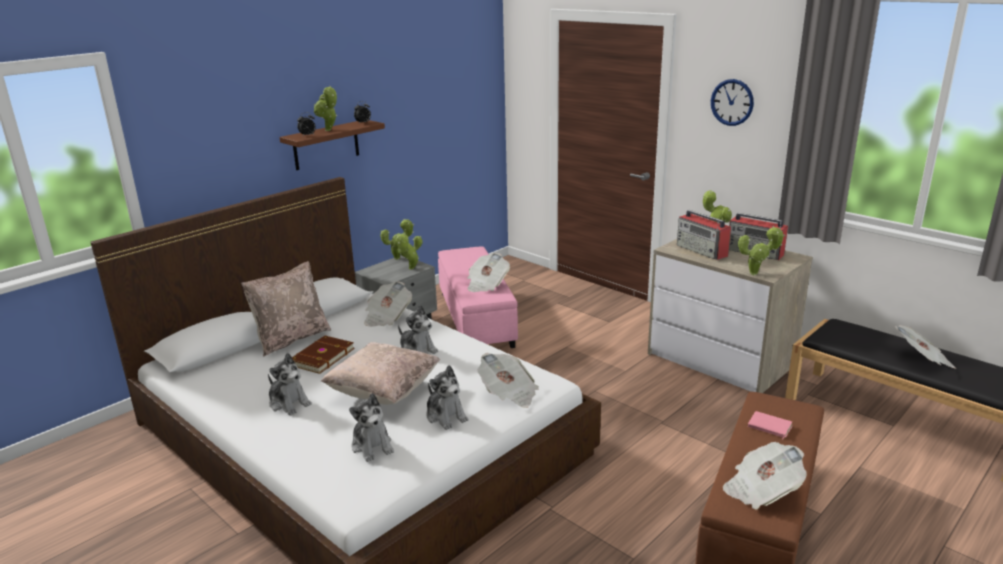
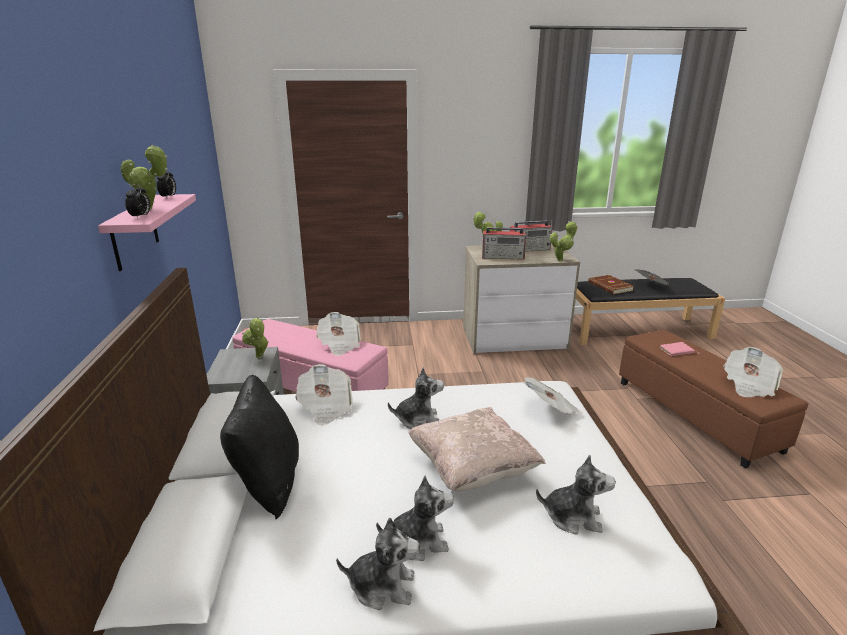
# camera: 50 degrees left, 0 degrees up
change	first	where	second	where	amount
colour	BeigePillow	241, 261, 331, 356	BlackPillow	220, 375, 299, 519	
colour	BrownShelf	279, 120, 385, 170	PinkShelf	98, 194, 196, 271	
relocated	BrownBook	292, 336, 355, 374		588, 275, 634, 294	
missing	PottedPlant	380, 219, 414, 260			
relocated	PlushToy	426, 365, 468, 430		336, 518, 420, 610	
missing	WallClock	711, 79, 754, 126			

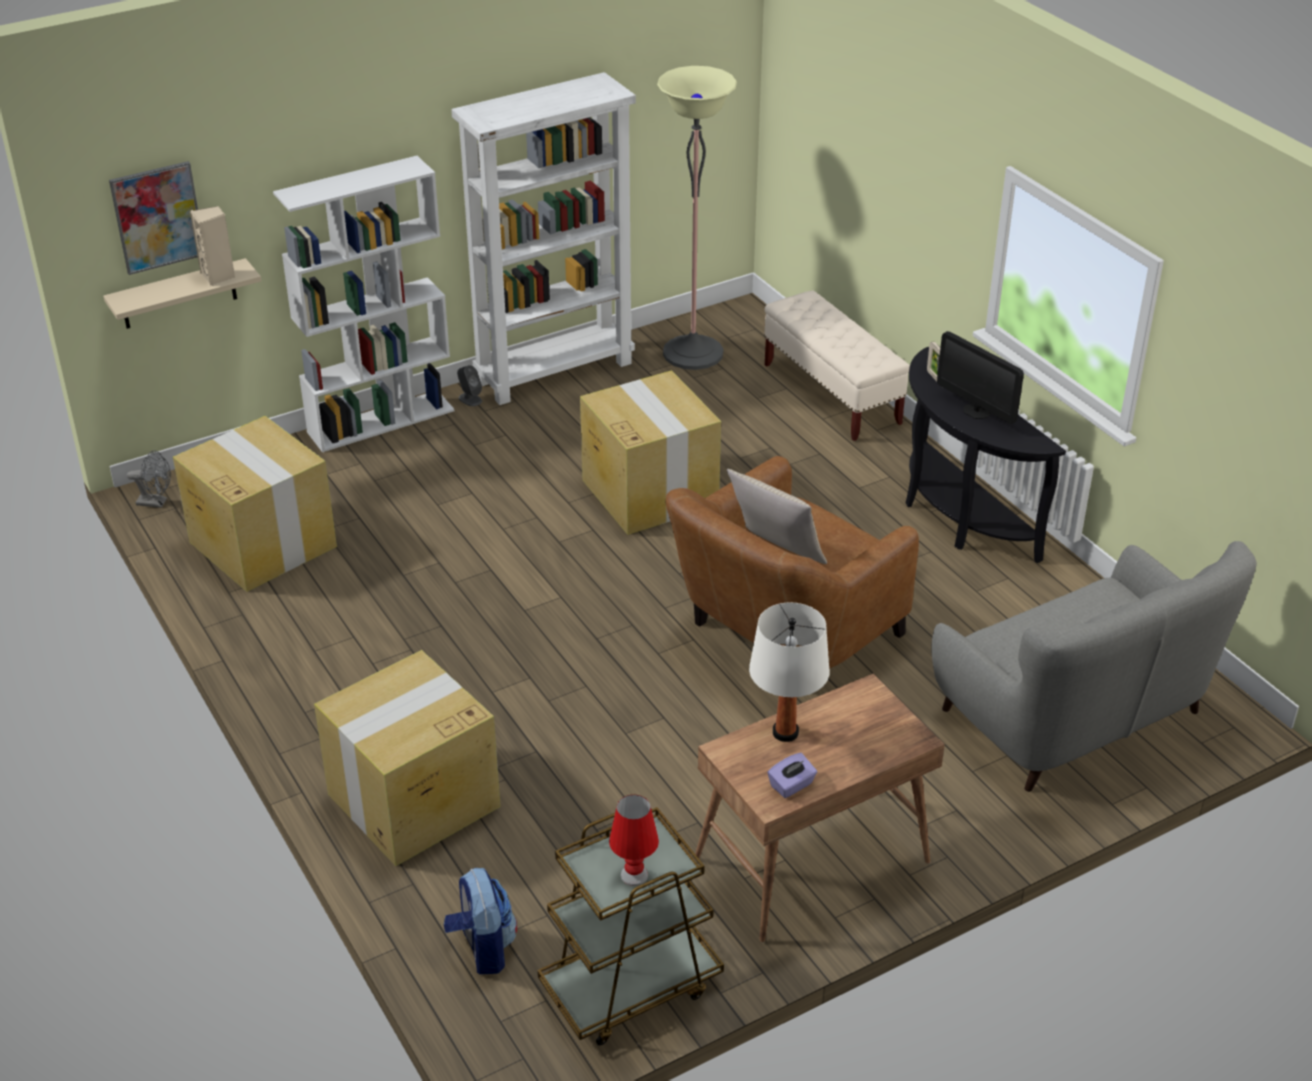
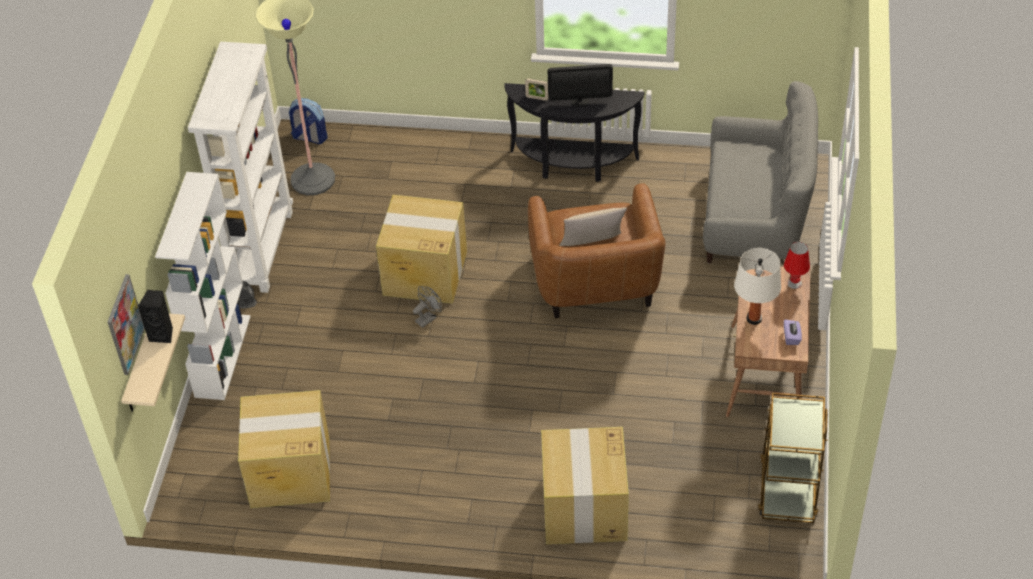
# camera: 50 degrees left, 10 degrees up
change	first	where	second	where	amount
relocated	GreyFan	127, 450, 171, 508		413, 286, 442, 328	
colour	BeigeSpeaker	190, 206, 235, 286	BlackSpeaker	138, 290, 173, 344	
relocated	Backpack	444, 868, 517, 975		288, 98, 328, 144	
relocated	RedTableLamp	609, 795, 659, 886		784, 242, 810, 289	
missing	BeigeBench	764, 291, 910, 441			

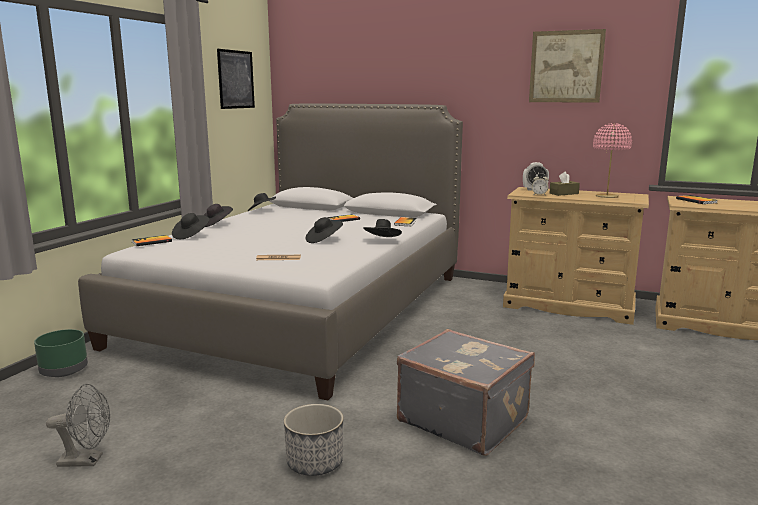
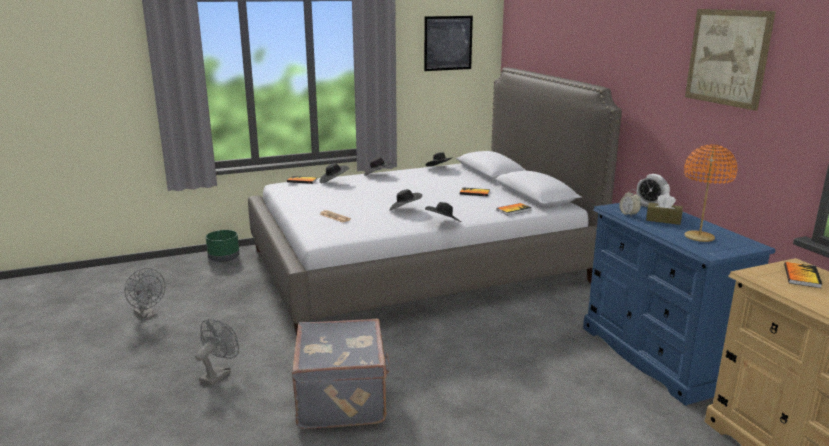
# camera: 45 degrees right, 5 degrees up
change	first	where	second	where	amount
exchanged	Planter	284, 404, 344, 476	GreyFan	195, 319, 239, 386	
colour	BeigeDresser	503, 187, 649, 325	BlueDresser	583, 203, 776, 406	
colour	PinkTableLamp	593, 123, 632, 198	OrangeTableLamp	684, 144, 738, 242	

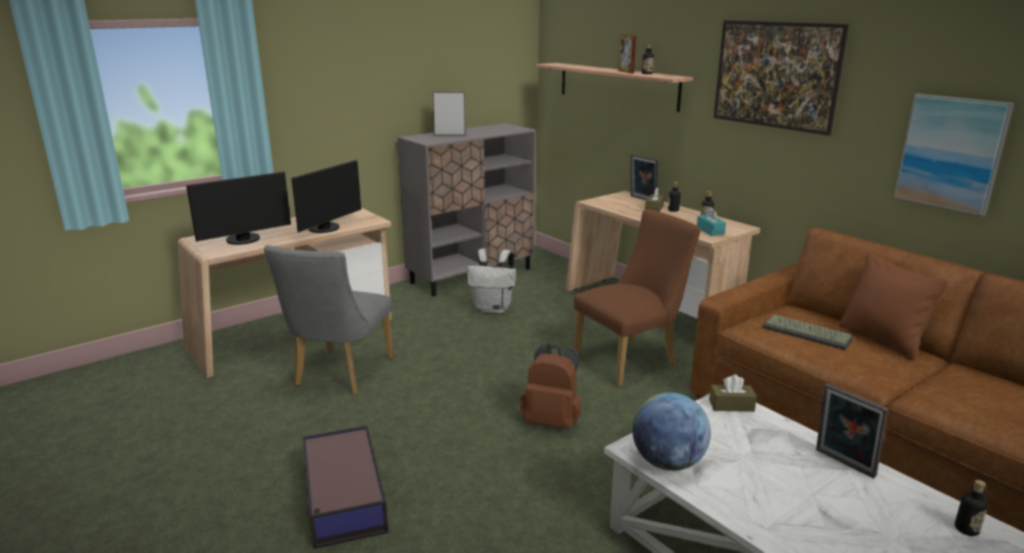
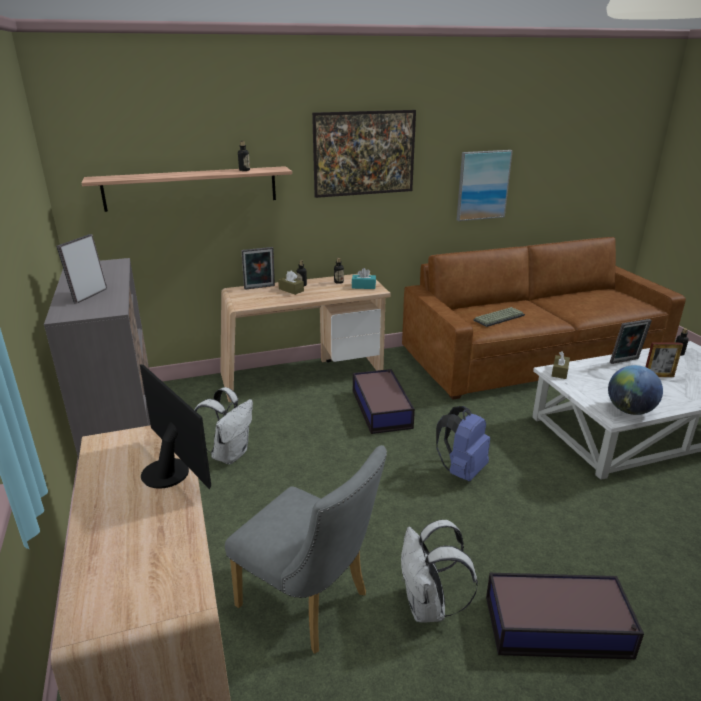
# camera: 70 degrees left, 5 degrees up
change	first	where	second	where	amount
missing	Monitor	186, 171, 291, 245			
colour	BrownBackpack	520, 343, 581, 429	BlueBackpack	436, 406, 490, 481	
exchanged	BrownChair	574, 209, 701, 386	StorageBox	353, 369, 415, 434	
relocated	PictureFrame	618, 34, 637, 73		645, 342, 683, 377	
missing	BrownPillow	839, 254, 949, 360			
appeared			WhiteBackpack	401, 520, 478, 623	

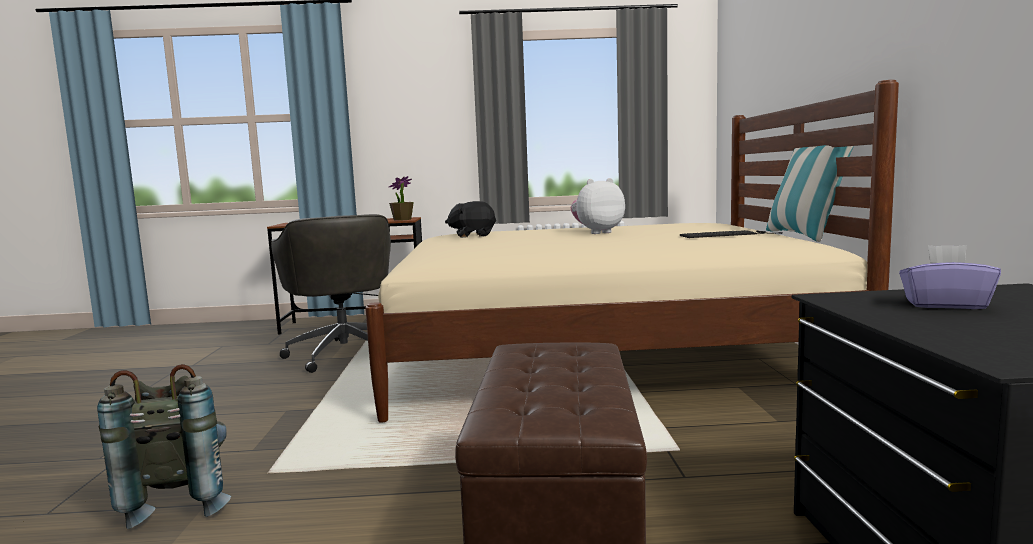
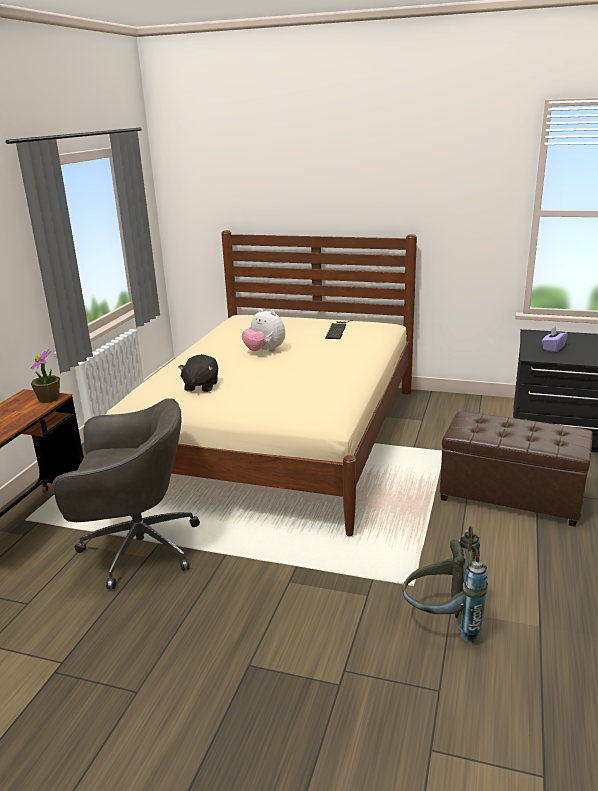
# camera: 70 degrees left, 15 degrees up
change	first	where	second	where	amount
spun	PlushToy	570, 178, 625, 234		242, 309, 285, 352	45 degrees counterclockwise
missing	Pillow	766, 145, 854, 242			

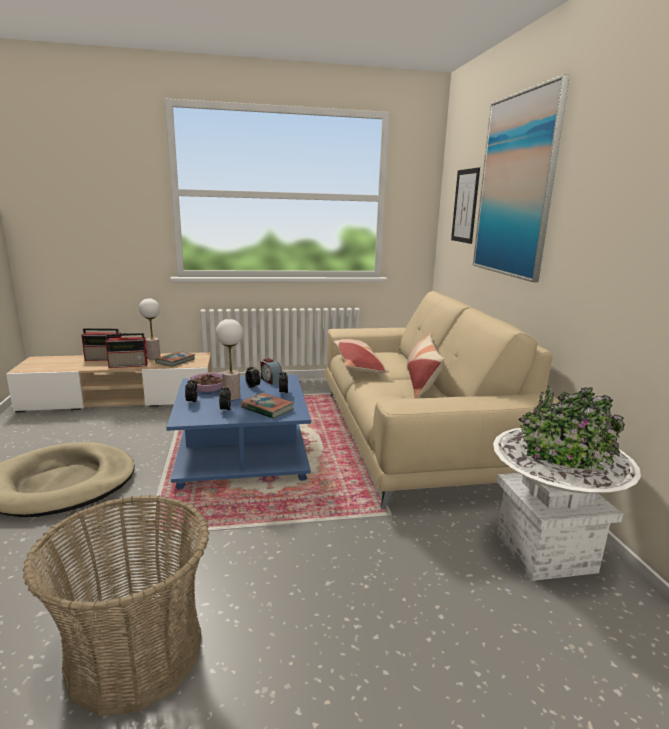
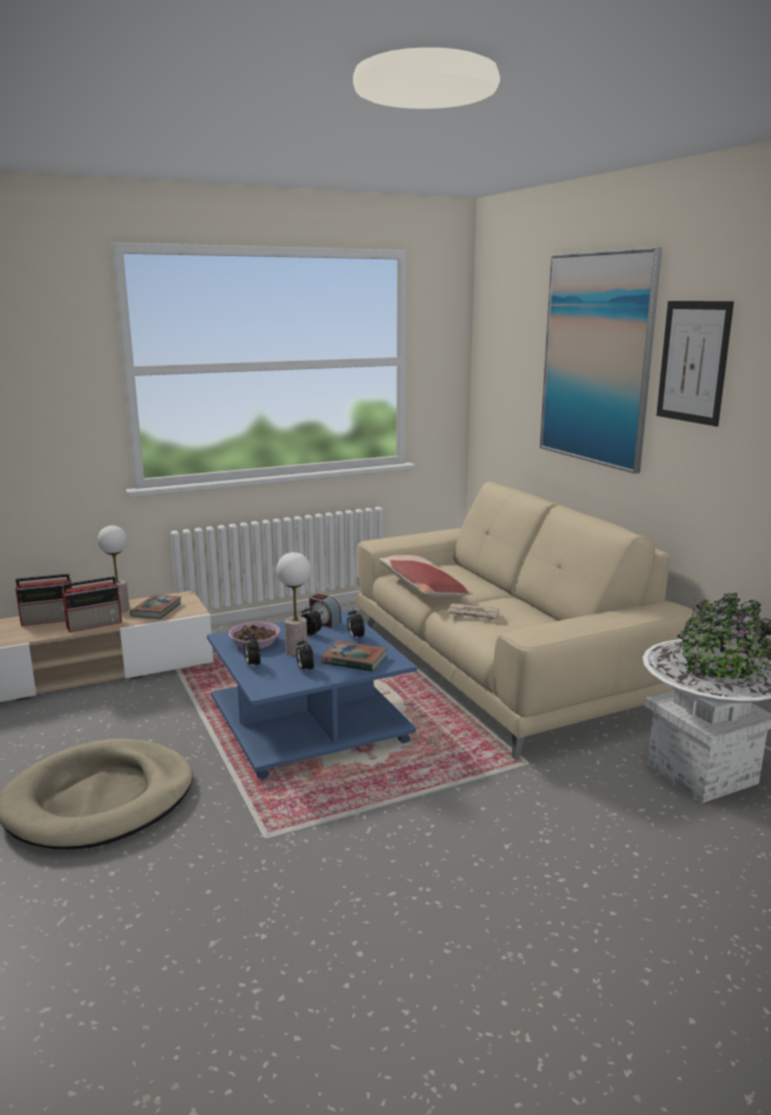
# camera: 15 degrees left, 0 degrees up
change	first	where	second	where	amount
missing	Basket	22, 495, 210, 716			
missing	Pillow	406, 333, 444, 399			
relocated	Picture	451, 167, 480, 244		656, 301, 734, 427	
appeared			Newspaper	447, 603, 499, 621	

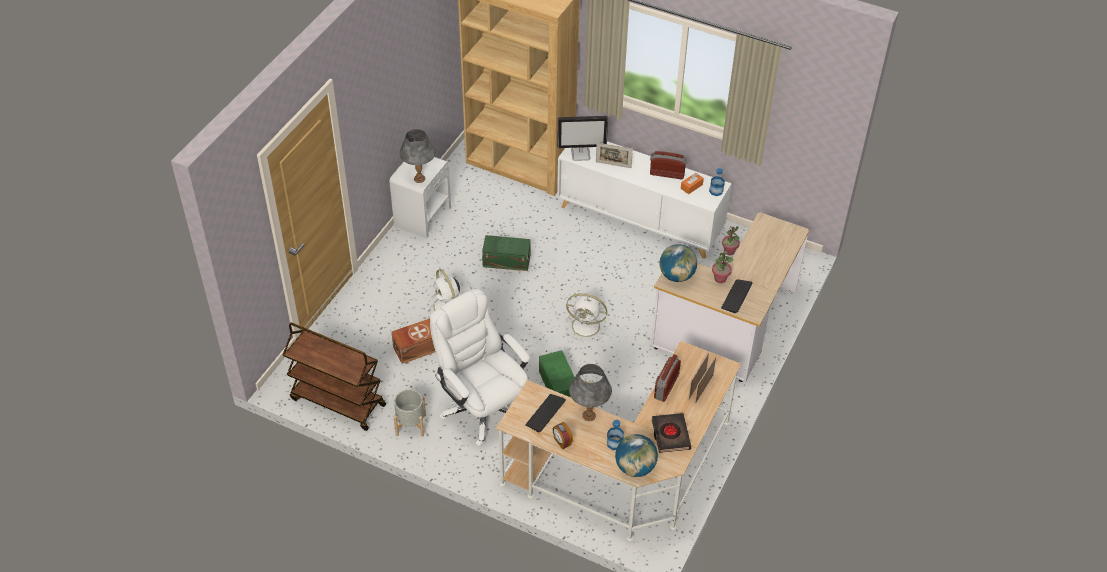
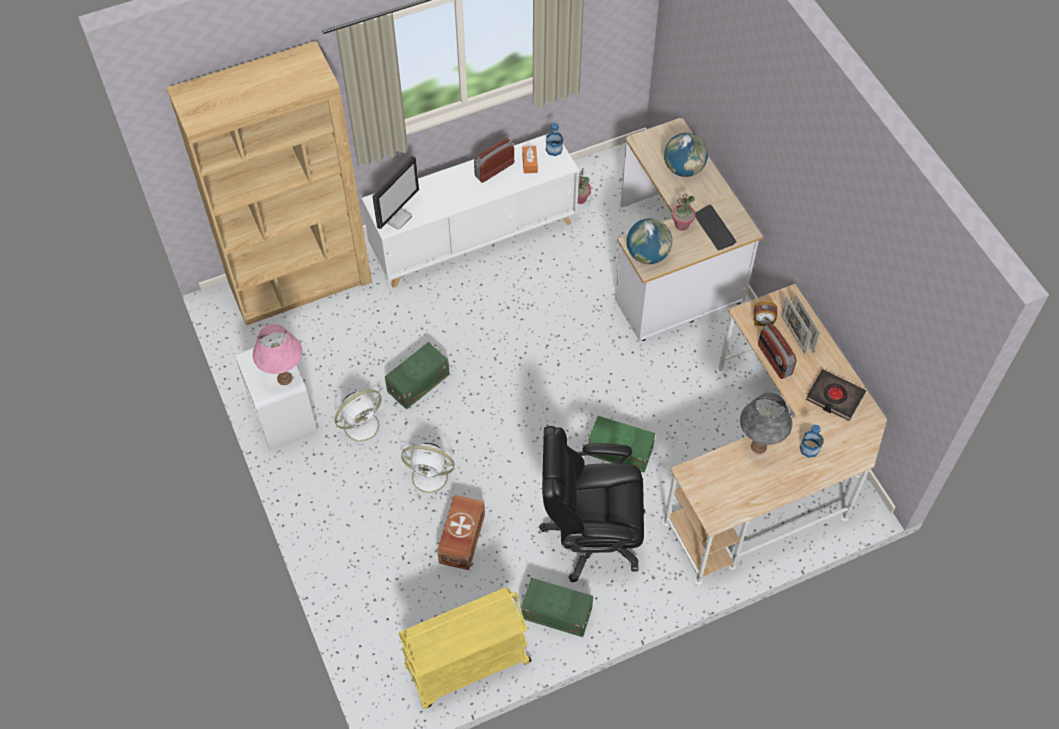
# camera: 50 degrees left, 10 degrees up
change	first	where	second	where	amount
colour	BrownCart	283, 323, 386, 431	YellowCart	399, 587, 532, 709	
exchanged	GreyPlanter	394, 389, 426, 437	GreenStorageBox	521, 578, 593, 637	
colour	GreyTableLamp	399, 129, 436, 183	PinkTableLamp	253, 324, 302, 385	
colour	WhiteOfficeChair	430, 289, 530, 447	BlackOfficeChair	539, 426, 645, 582	
missing	Keyboard	525, 394, 566, 432			
relocated	AlarmClock	553, 422, 573, 450		754, 301, 777, 326	
relocated	WhiteFan	565, 293, 607, 342		333, 390, 388, 449	
missing	PictureFrame	596, 143, 633, 168			
relocated	Globe	615, 434, 658, 477		664, 133, 708, 177	

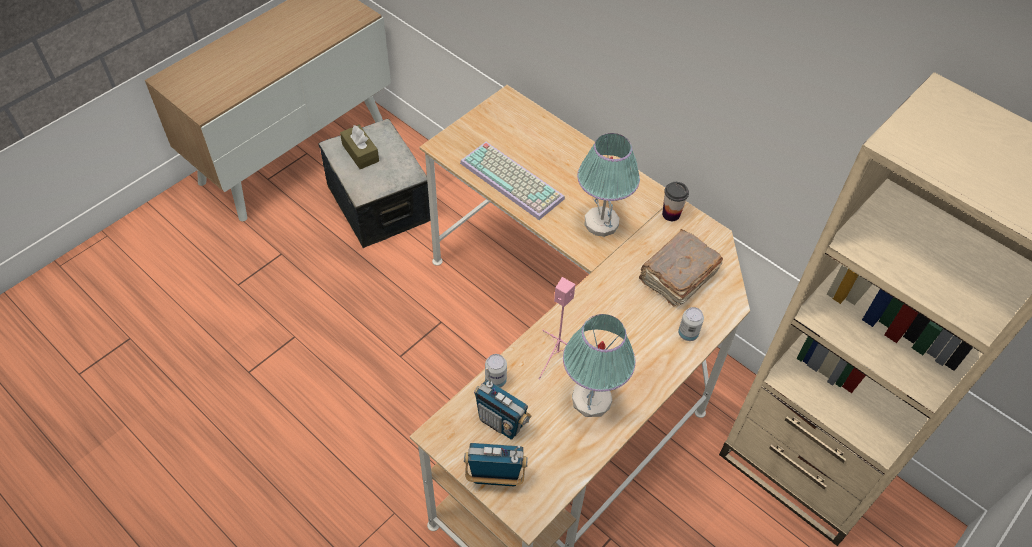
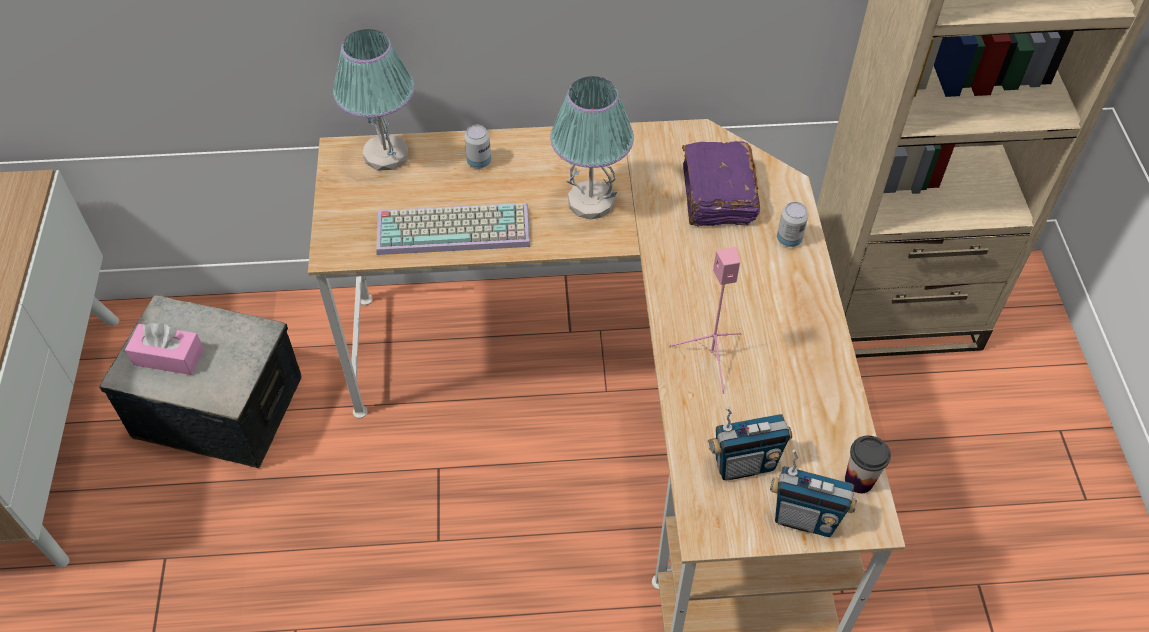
# camera: 45 degrees left, 0 degrees up
change	first	where	second	where	amount
colour	BrownTissueBox	340, 125, 379, 169	PinkTissueBox	125, 323, 204, 375	
spun	Radio	464, 443, 528, 486		770, 450, 857, 537	120 degrees counterclockwise
relocated	Can	485, 354, 507, 388		464, 125, 491, 169	
relocated	TableLamp	563, 314, 636, 417		333, 29, 414, 171	
colour	BrownBook	639, 229, 723, 306	PurpleBook	682, 141, 760, 226	
relocated	Cup	662, 182, 689, 221		845, 436, 891, 493	

